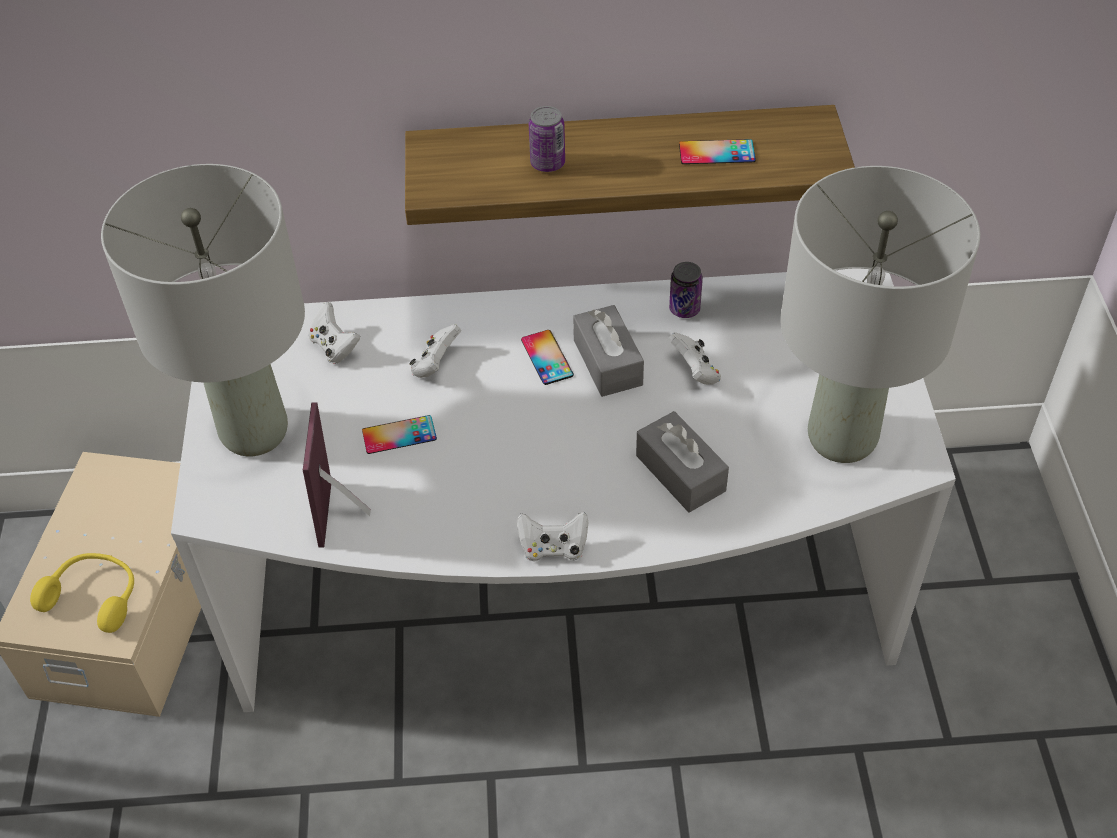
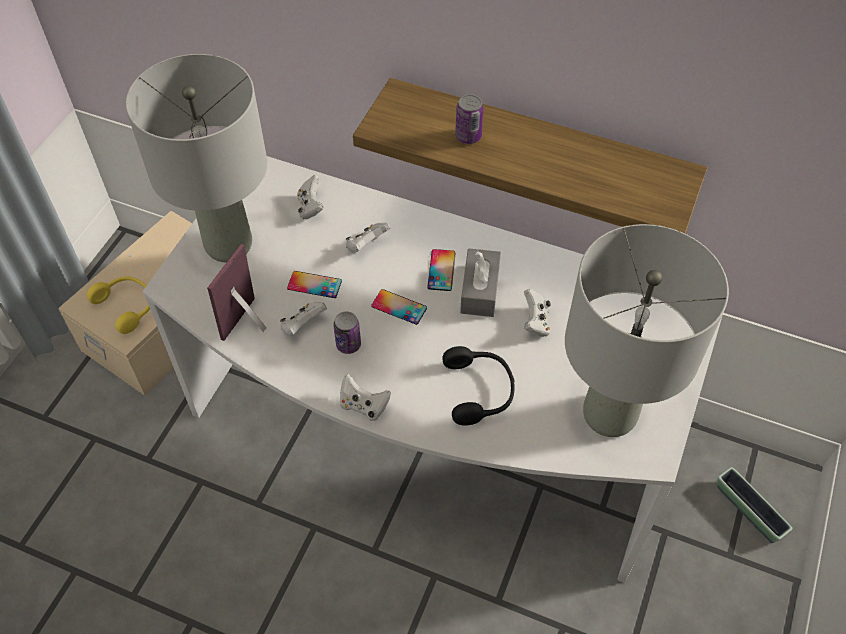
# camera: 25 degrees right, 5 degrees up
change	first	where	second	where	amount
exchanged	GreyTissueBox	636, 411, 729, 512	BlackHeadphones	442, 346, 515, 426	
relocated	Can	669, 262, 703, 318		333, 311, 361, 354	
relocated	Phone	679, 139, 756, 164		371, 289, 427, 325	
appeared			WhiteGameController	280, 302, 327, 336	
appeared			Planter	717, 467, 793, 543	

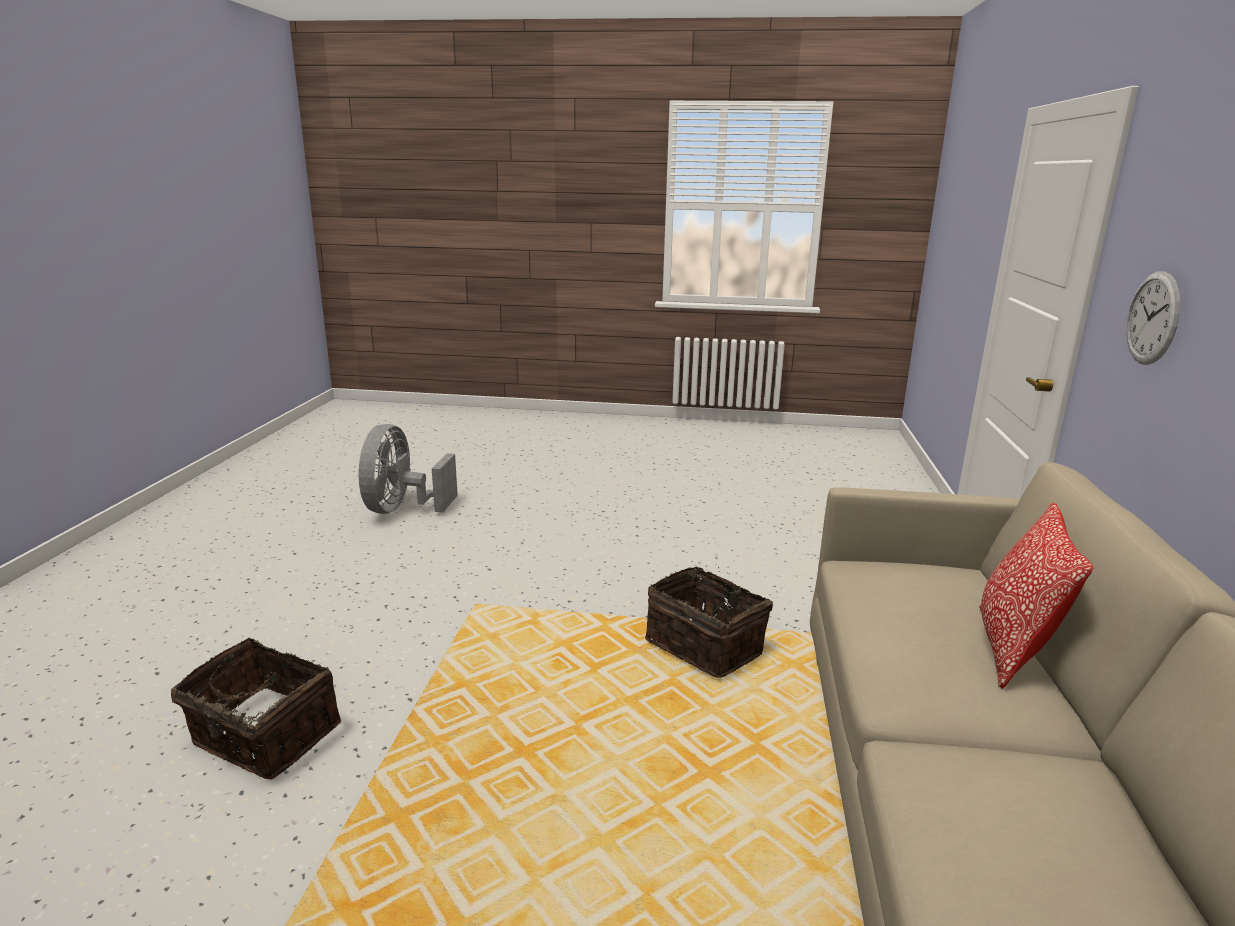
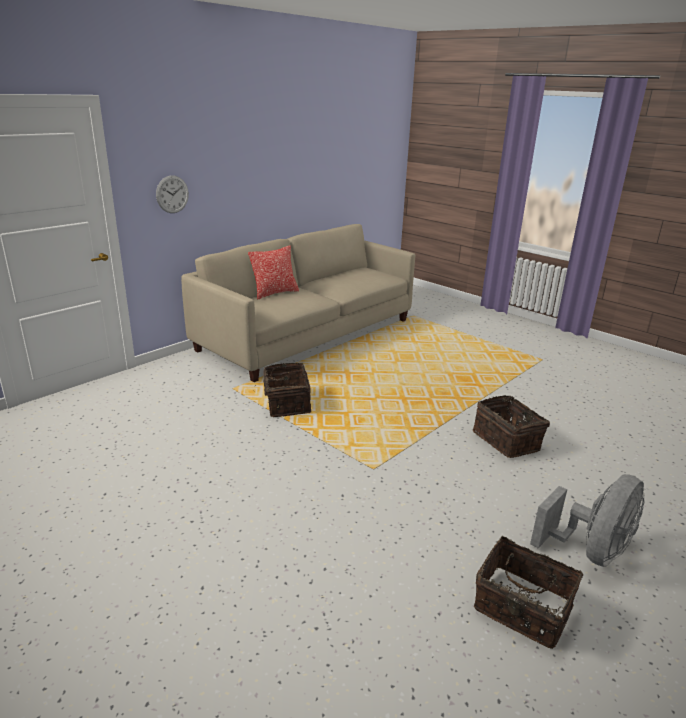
# camera: 145 degrees left, 5 degrees up
change	first	where	second	where	amount
relocated	GreyFan	359, 424, 458, 514		530, 474, 645, 567	
appeared			Basket	474, 536, 584, 649	

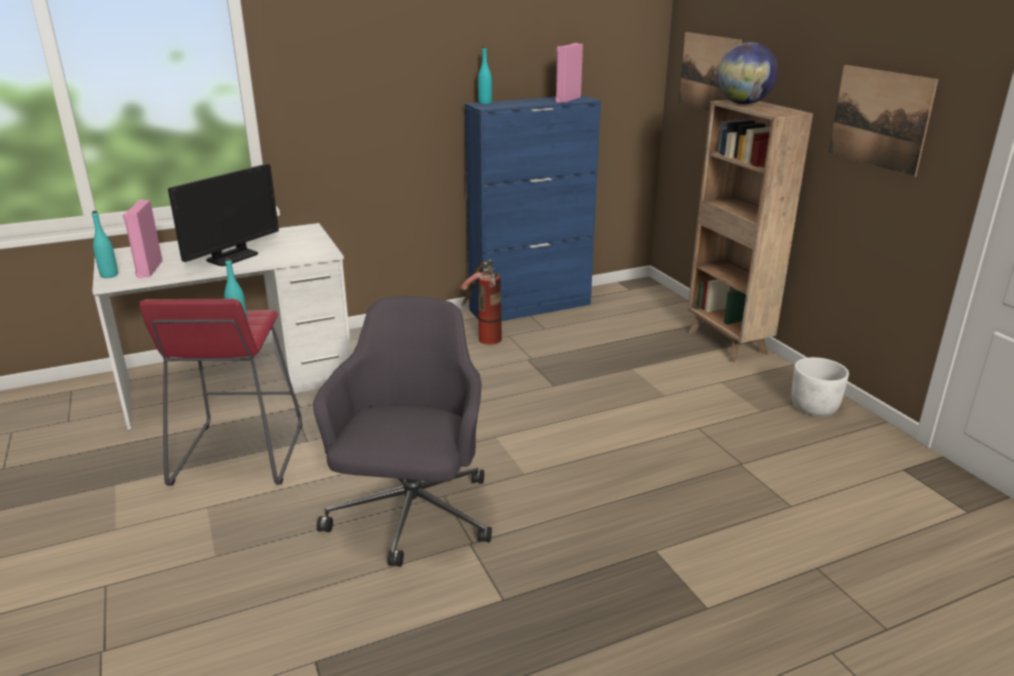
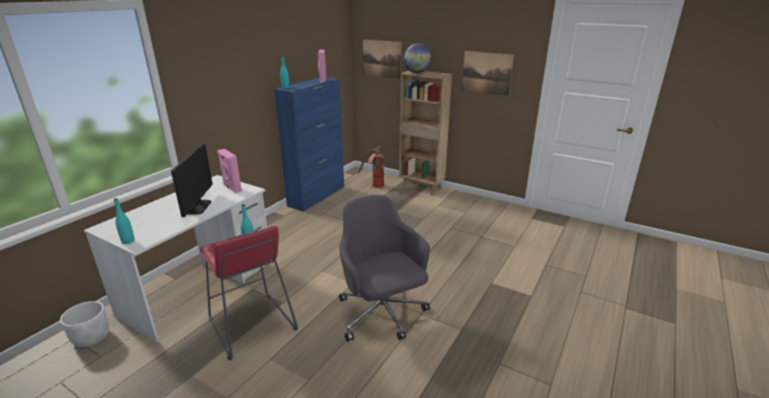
# camera: 35 degrees left, 0 degrees up
change	first	where	second	where	amount
relocated	PinkSpeaker	123, 200, 163, 279		218, 149, 242, 193	
relocated	FireExtinguisher	461, 260, 502, 345		357, 146, 384, 188	
relocated	WhitePlanter	791, 357, 849, 416		60, 301, 109, 347	

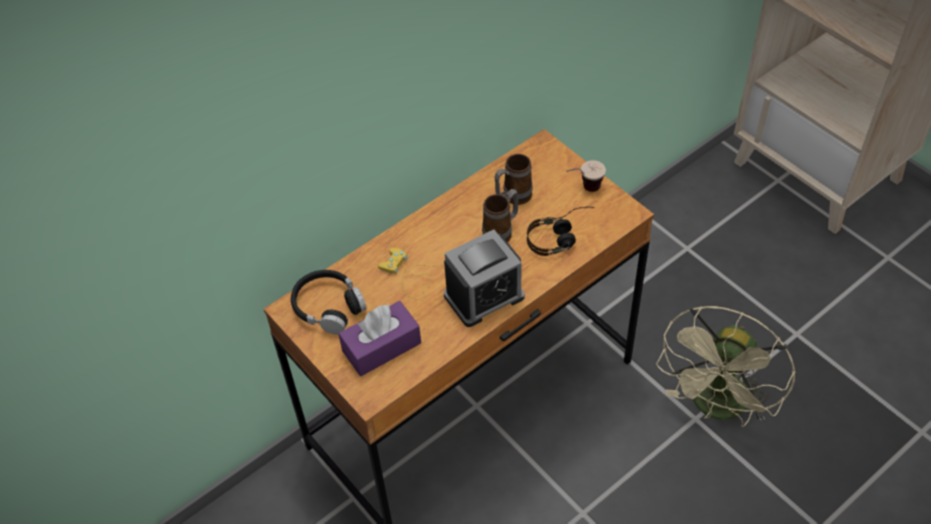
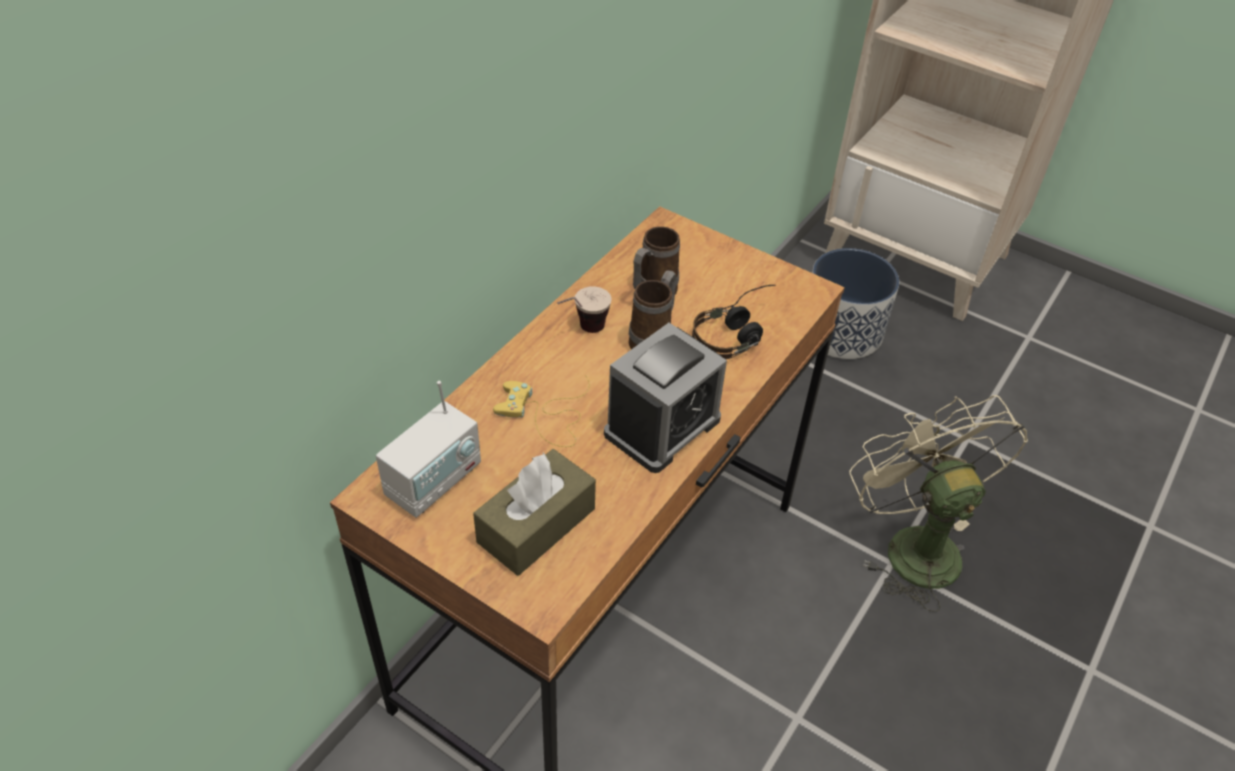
# camera: 20 degrees left, 5 degrees down
change	first	where	second	where	amount
exchanged	BlackHeadphones	291, 270, 366, 334	Radio	376, 381, 481, 518	
colour	PurpleTissueBox	339, 301, 421, 376	BrownTissueBox	473, 449, 596, 576	
relocated	Cup	566, 160, 606, 192		557, 286, 611, 333	
spun	BeigeFan	656, 306, 796, 427		849, 395, 1028, 612	150 degrees clockwise
appeared			Planter	812, 248, 899, 359	

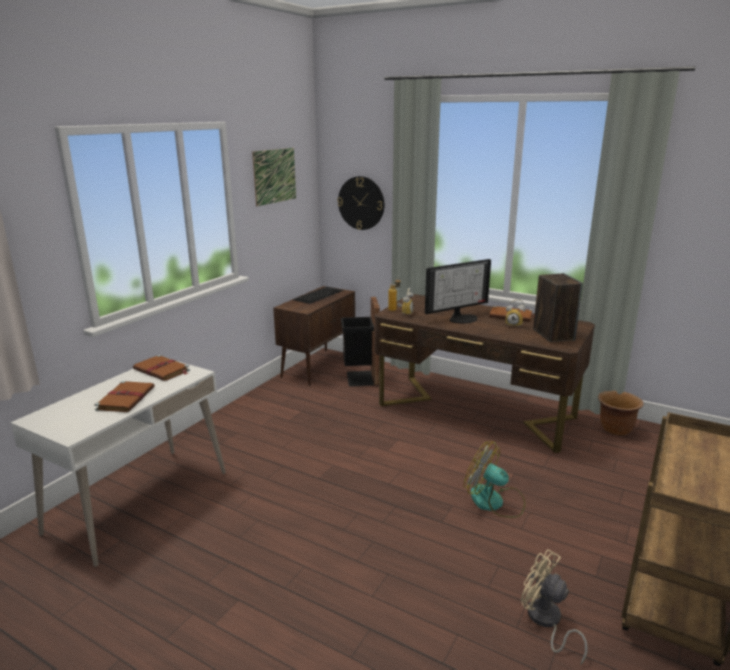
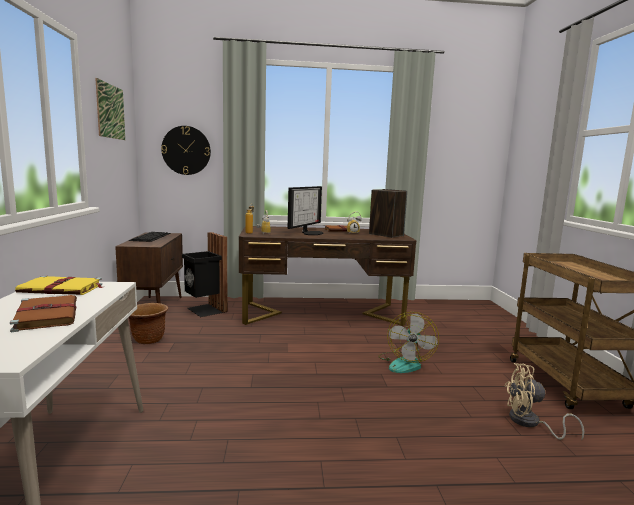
# camera: 35 degrees left, 10 degrees down
change	first	where	second	where	amount
colour	BrownBook	133, 355, 190, 381	YellowBook	15, 275, 102, 295	
spun	Fan	464, 442, 525, 518		378, 312, 439, 373	75 degrees counterclockwise
relocated	BrownPlanter	598, 391, 643, 436		129, 303, 168, 344	

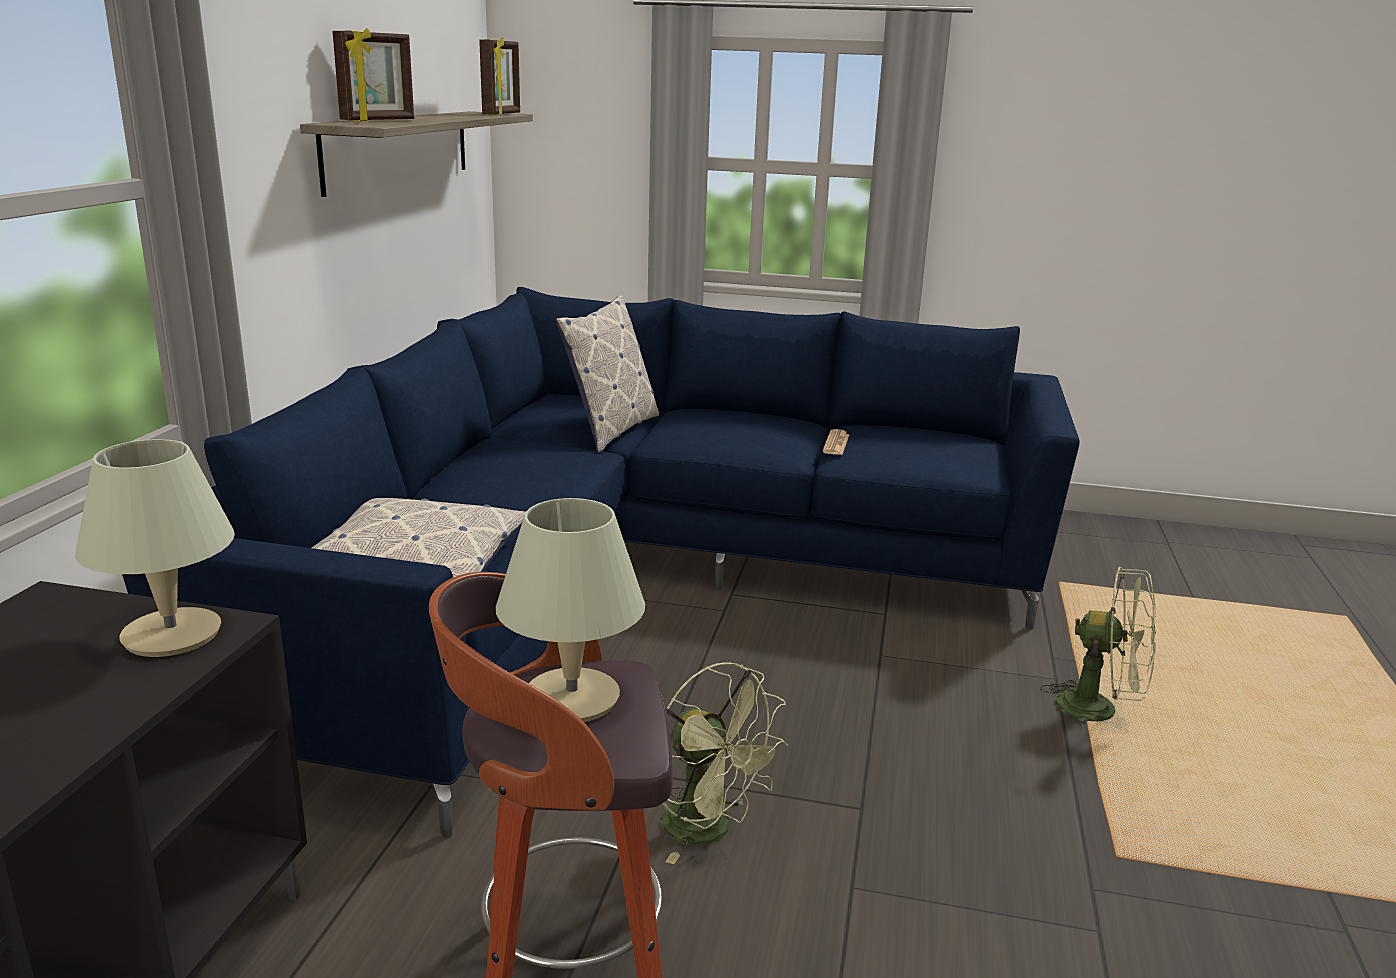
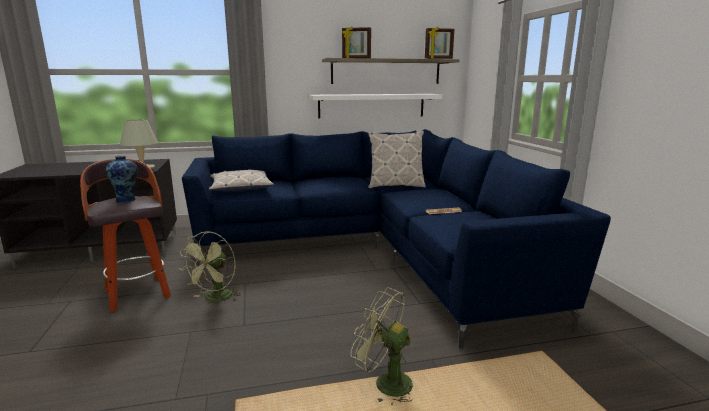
# camera: 65 degrees right, 5 degrees down
change	first	where	second	where	amount
exchanged	BeigeTableLamp	496, 498, 645, 722	Vase	106, 156, 138, 203	
spun	GreenFan	1040, 567, 1156, 724		351, 288, 413, 406	120 degrees clockwise
appeared			WhiteShelf	309, 94, 442, 119	

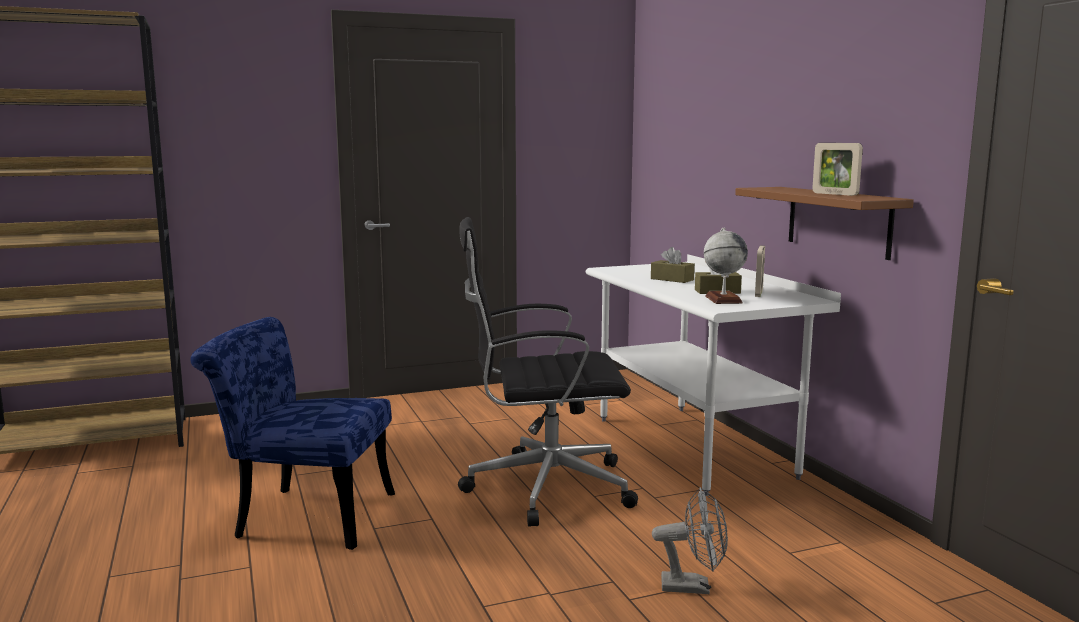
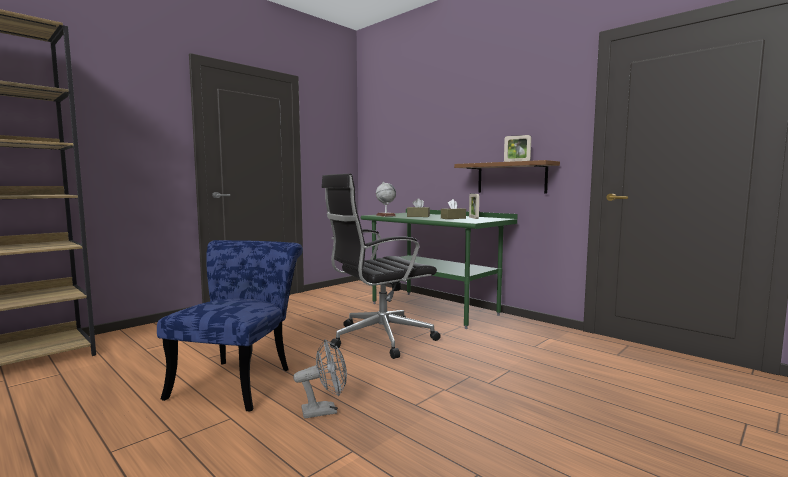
# camera: 25 degrees left, 5 degrees down
change	first	where	second	where	amount
spun	BlueChair	190, 317, 395, 550		157, 240, 303, 412	120 degrees clockwise
colour	WhiteDesk	586, 254, 841, 496	GreenDesk	361, 209, 518, 329	
relocated	GreyFan	652, 487, 728, 594		293, 339, 347, 419	
relocated	Globe	704, 228, 748, 304		376, 182, 396, 217	

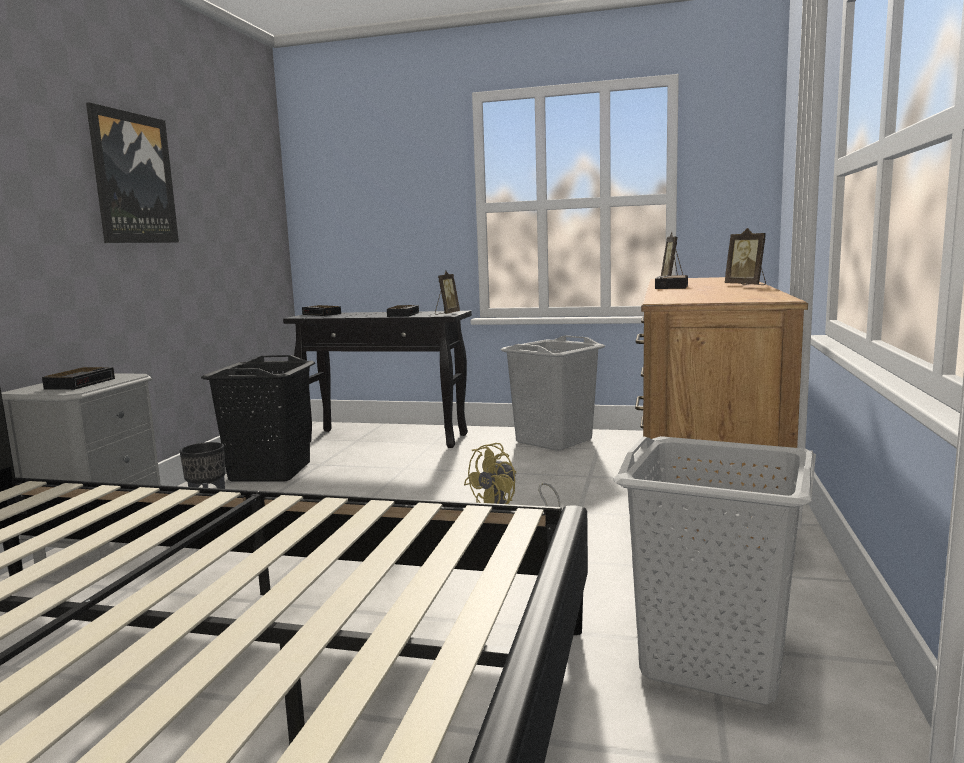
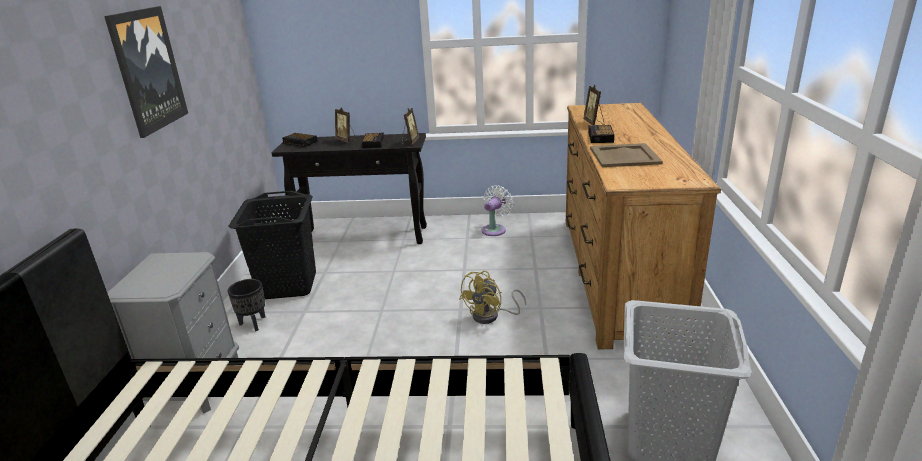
# camera: 10 degrees left, 15 degrees up
change	first	where	second	where	amount
missing	AlarmClock	42, 367, 115, 390			
exchanged	GreyLaundryBasket	500, 335, 605, 451	WhiteFan	482, 185, 513, 236	
relocated	PictureFrame	724, 228, 766, 285		335, 107, 357, 143	
appeared			BeigeTray	590, 143, 663, 167	

